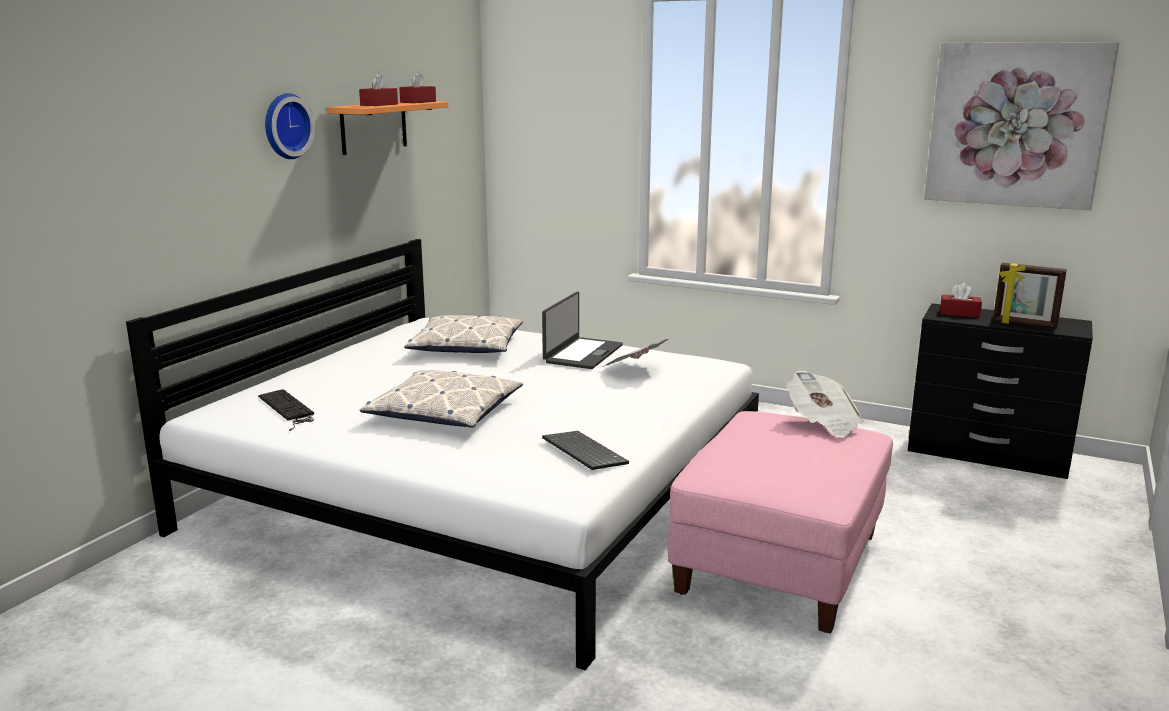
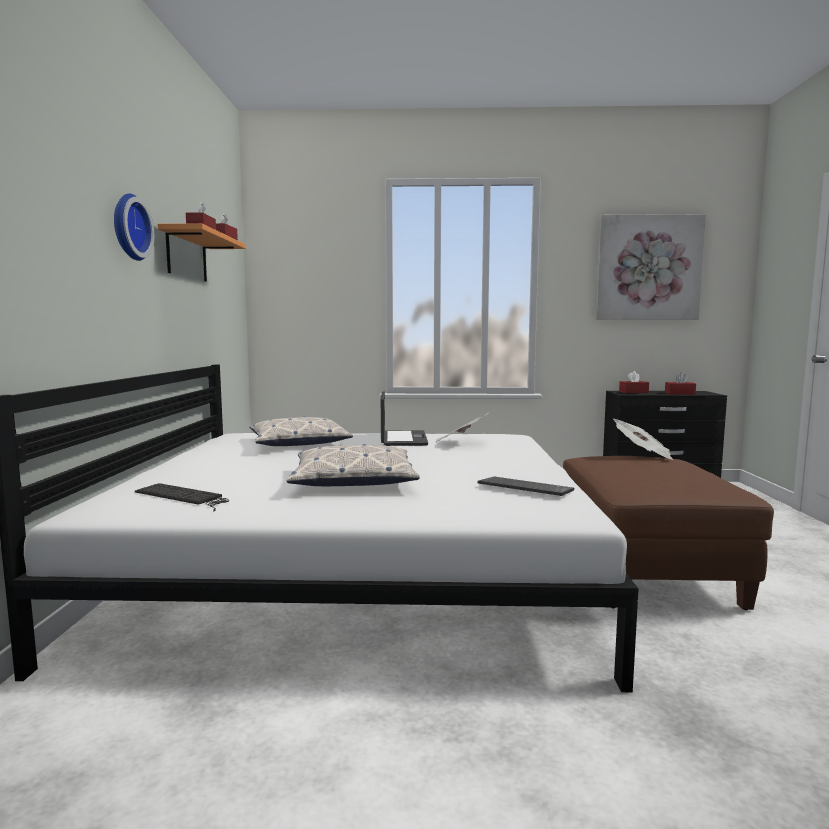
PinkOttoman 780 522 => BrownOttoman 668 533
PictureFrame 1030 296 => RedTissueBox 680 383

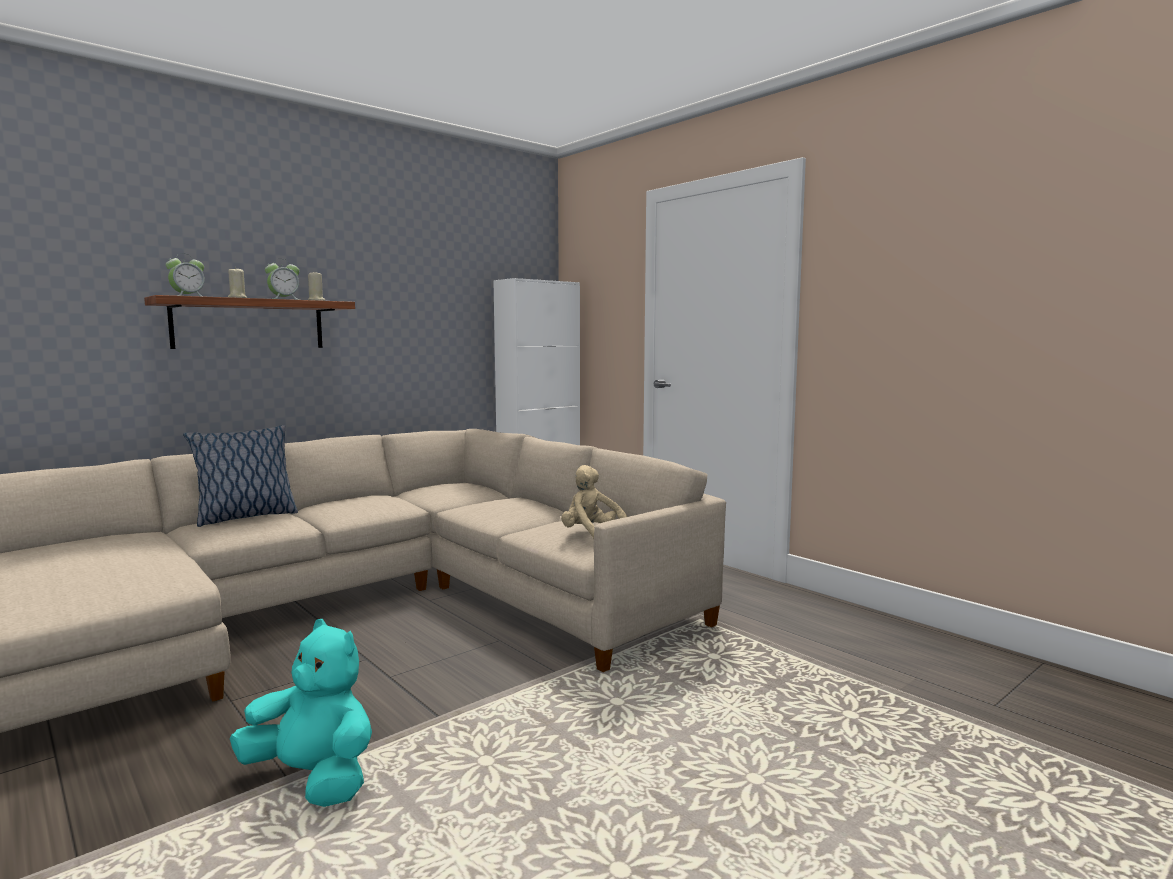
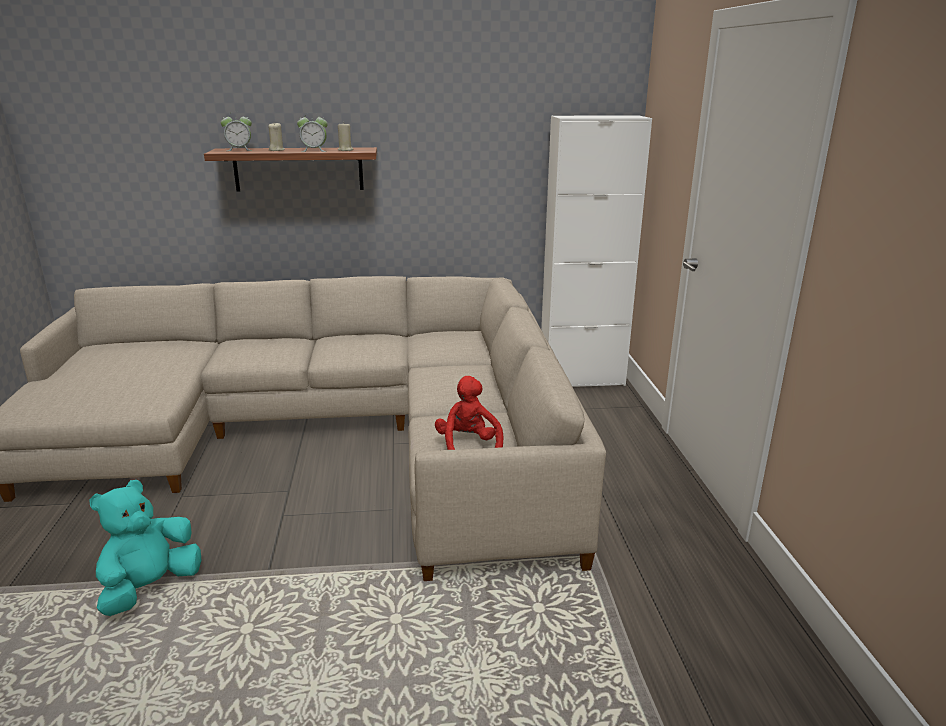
Pillow 240 476 => nothing
TurquoisePlushToy 301 713 => TurquoisePlushToy 145 548, 120 degrees counterclockwise
BeigePlushToy 594 502 => RedPlushToy 469 413

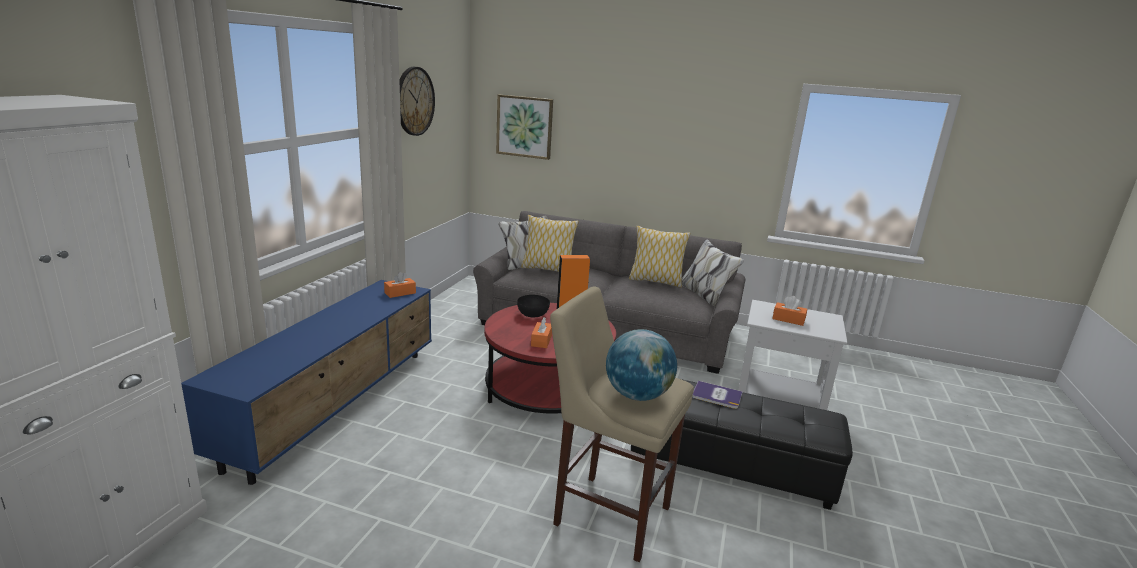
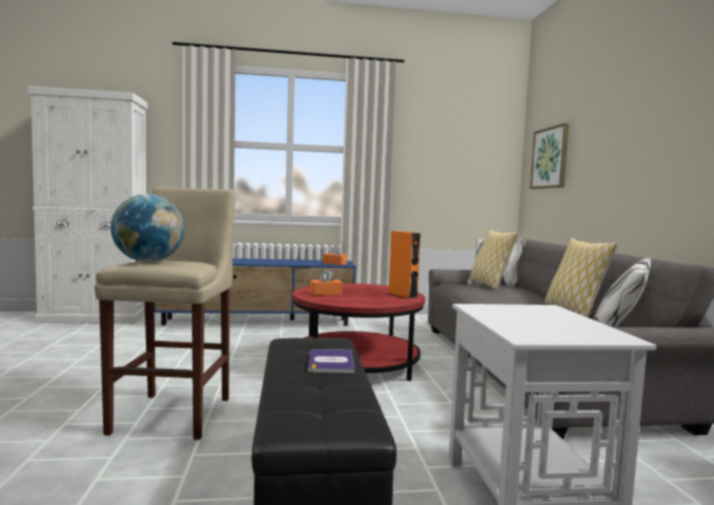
WallClock 417 101 => nothing
BlackBowl 533 306 => nothing
OrangeTissueBox 789 311 => nothing

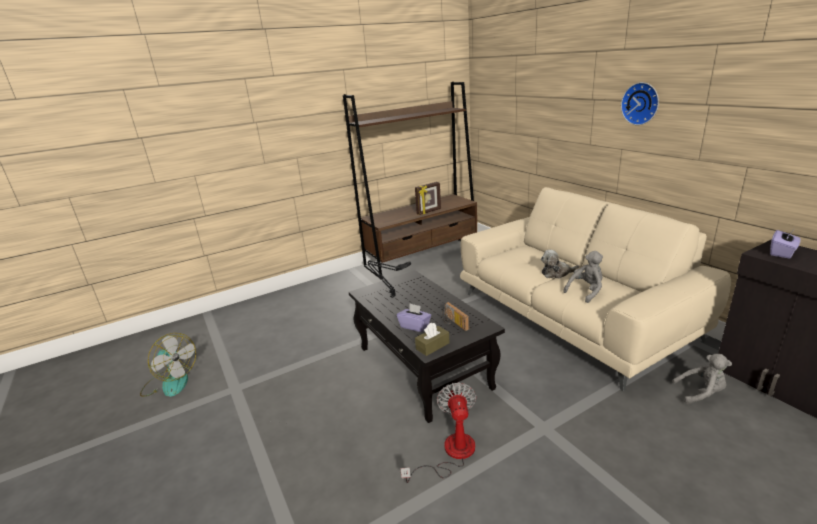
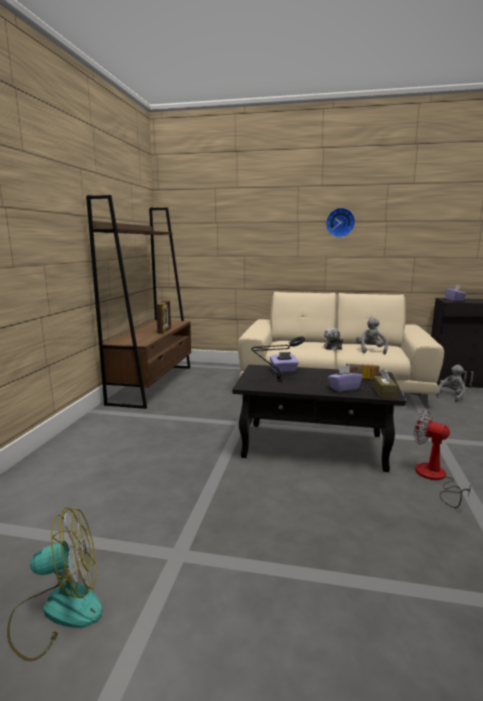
nothing => PurpleTissueBox 284 362

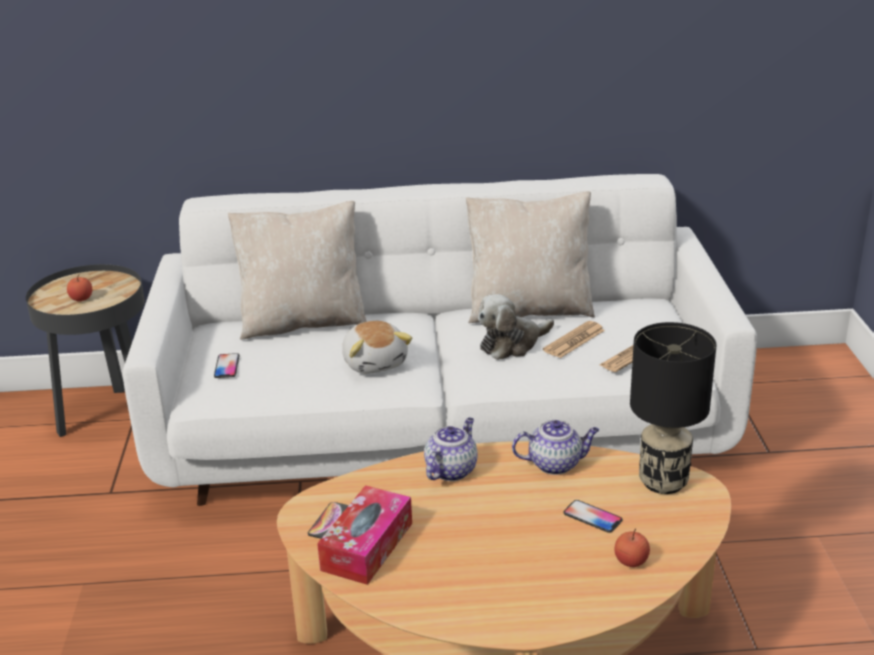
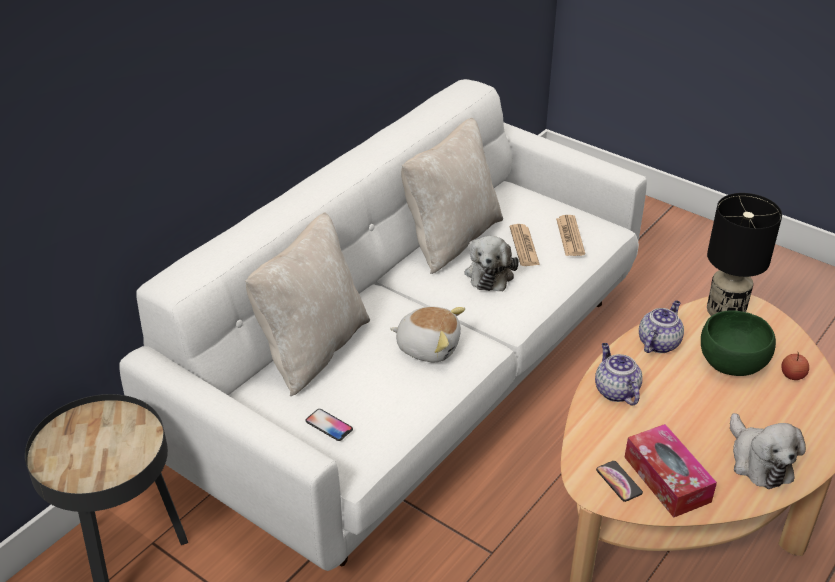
Apple 79 287 => nothing
Phone 593 516 => GreenBowl 738 343
nothing => PlushToy 768 451

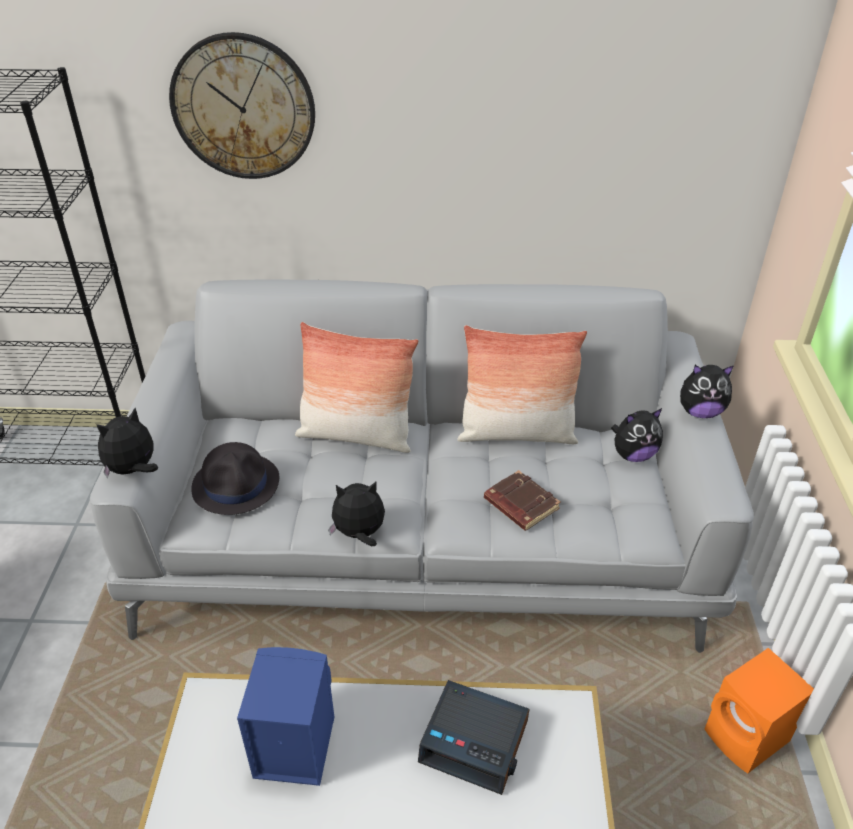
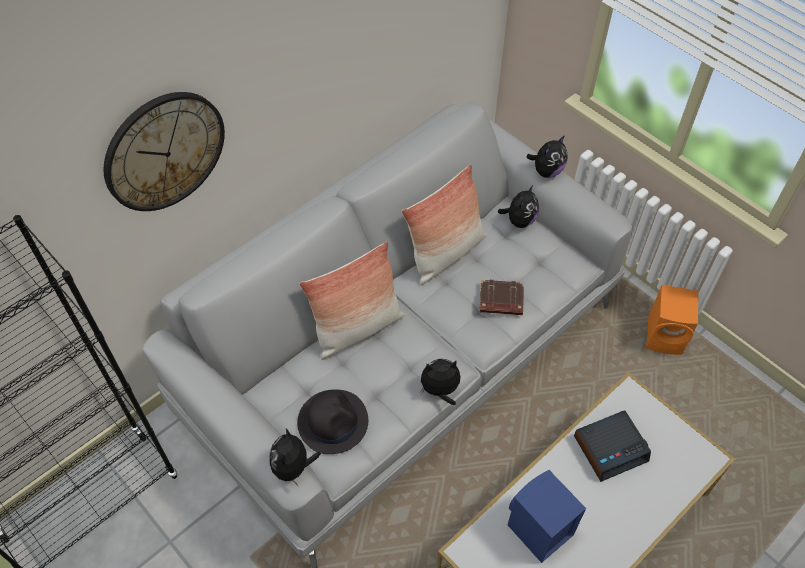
PlushToy 356 513 => PlushToy 439 382, 45 degrees clockwise

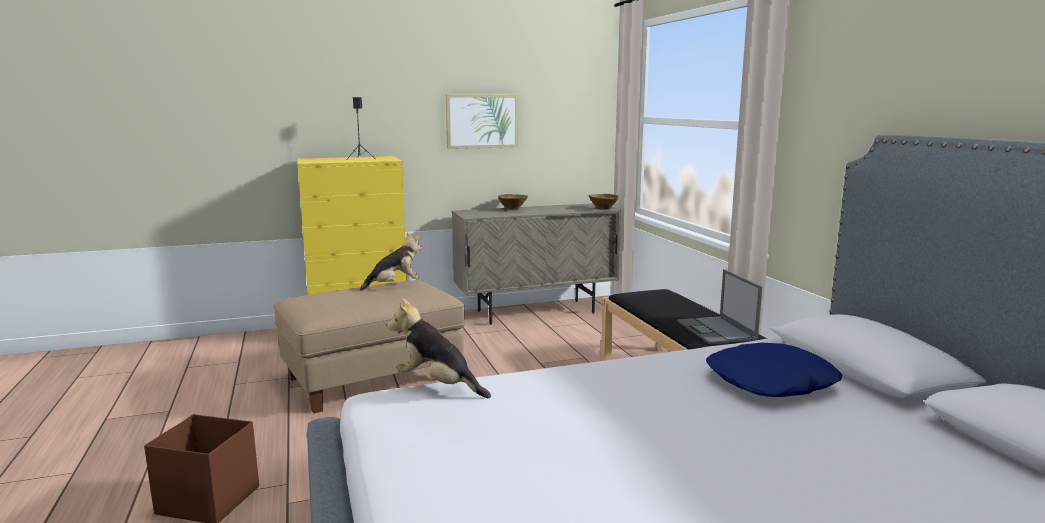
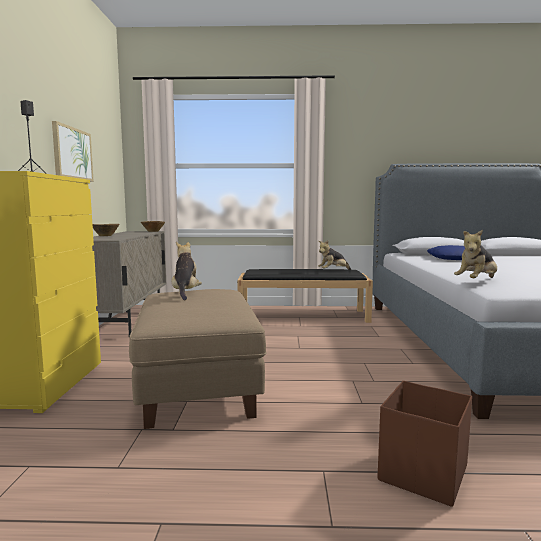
Laptop 719 306 => PlushToy 334 255

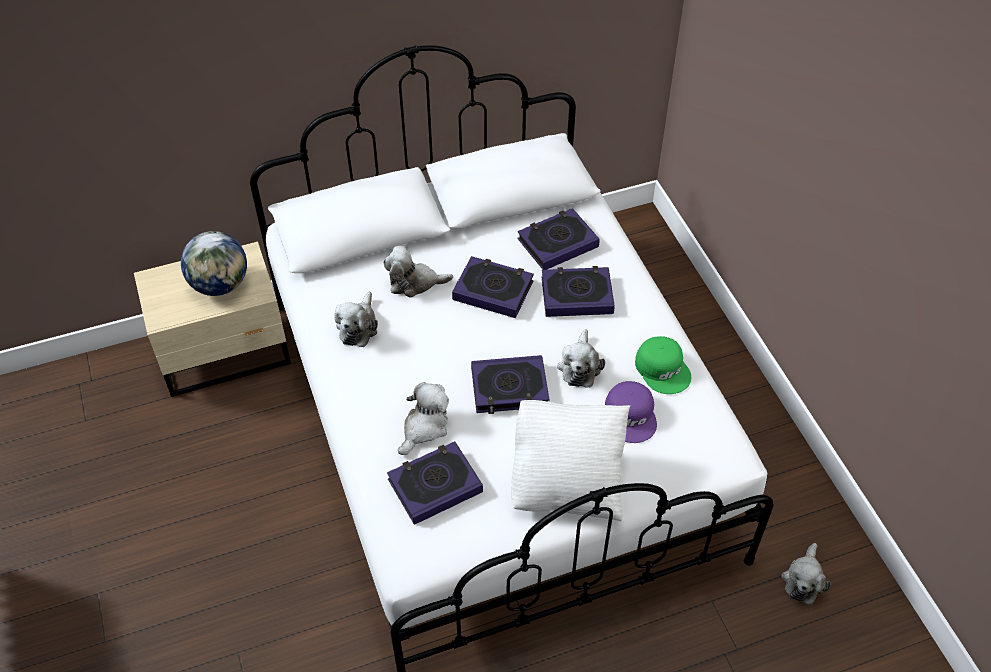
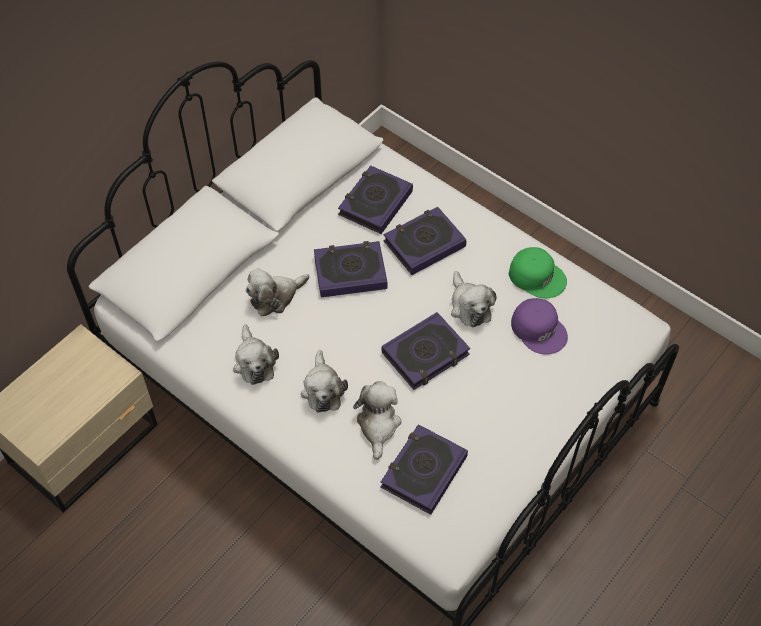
Globe 214 263 => nothing
WhitePillow 570 460 => nothing
PlushToy 806 574 => PlushToy 324 381, shifted

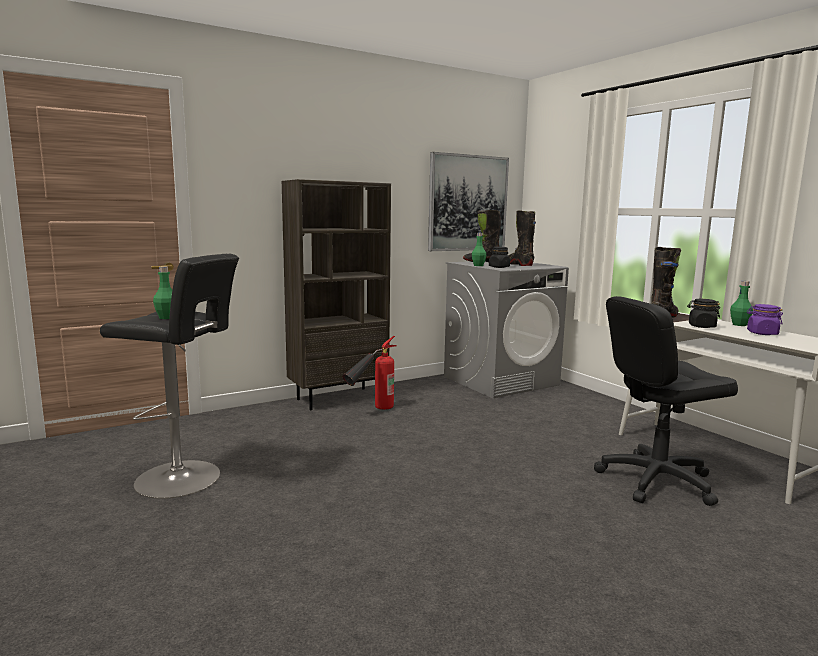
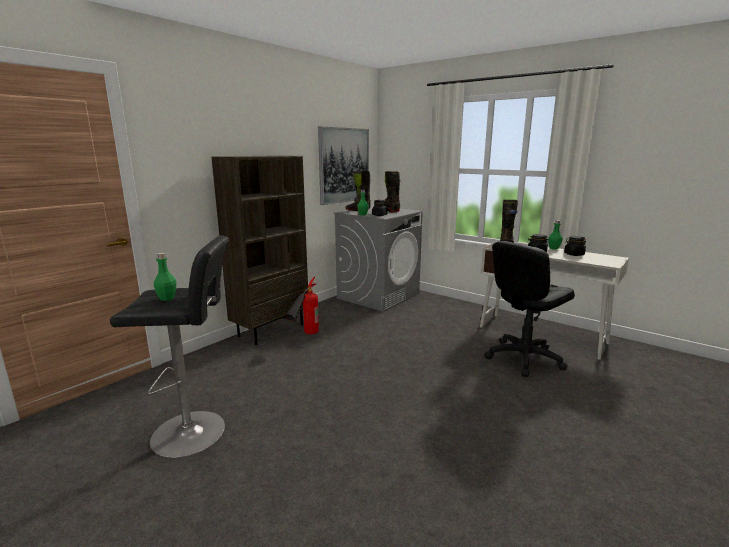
PurpleJar 765 319 => BlackJar 575 246

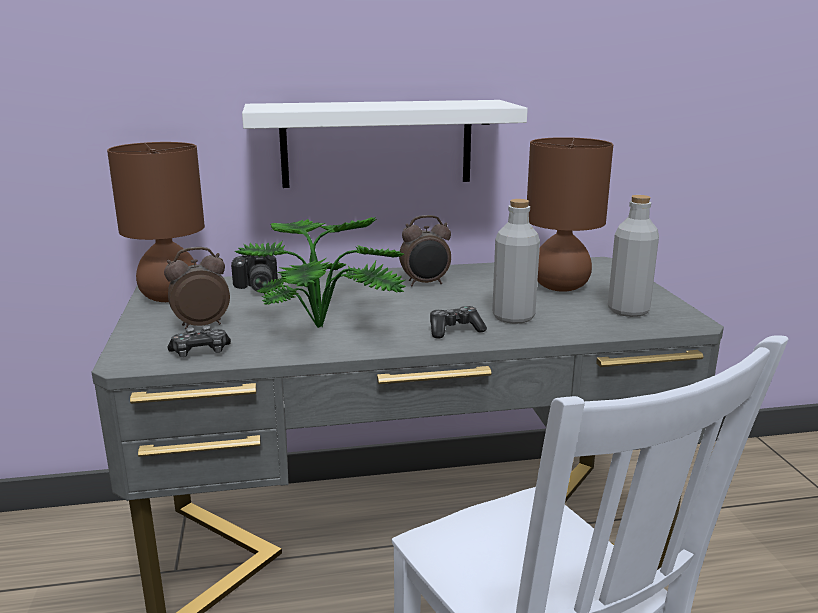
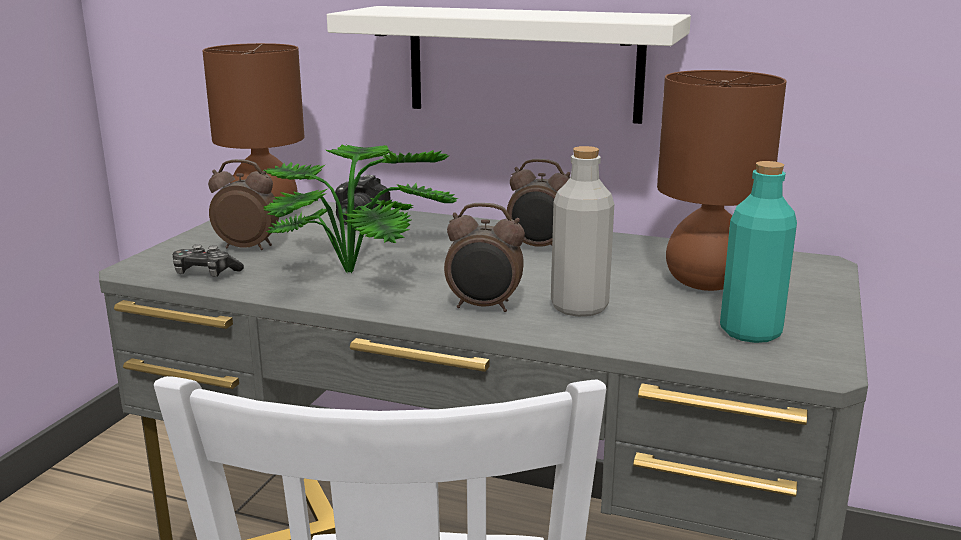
GameController 458 322 => AlarmClock 484 257
GreyBottle 633 256 => TurquoiseBottle 758 252

